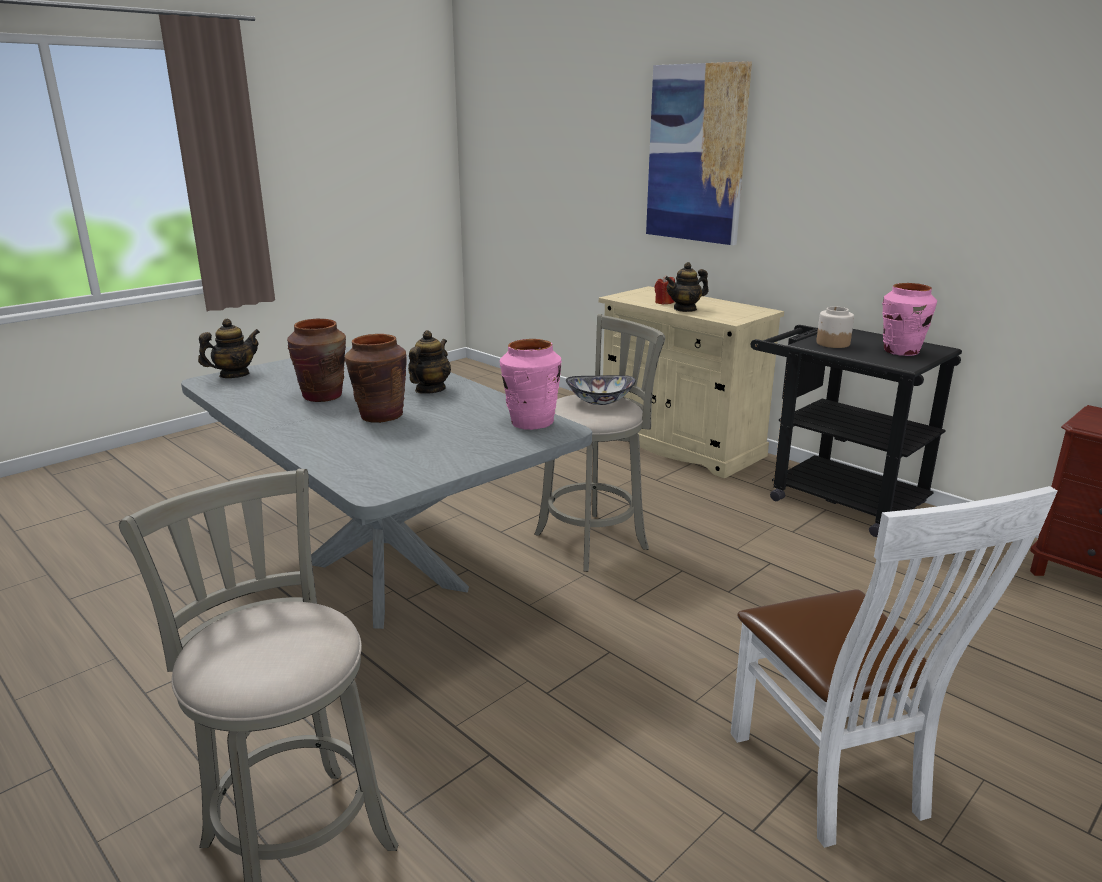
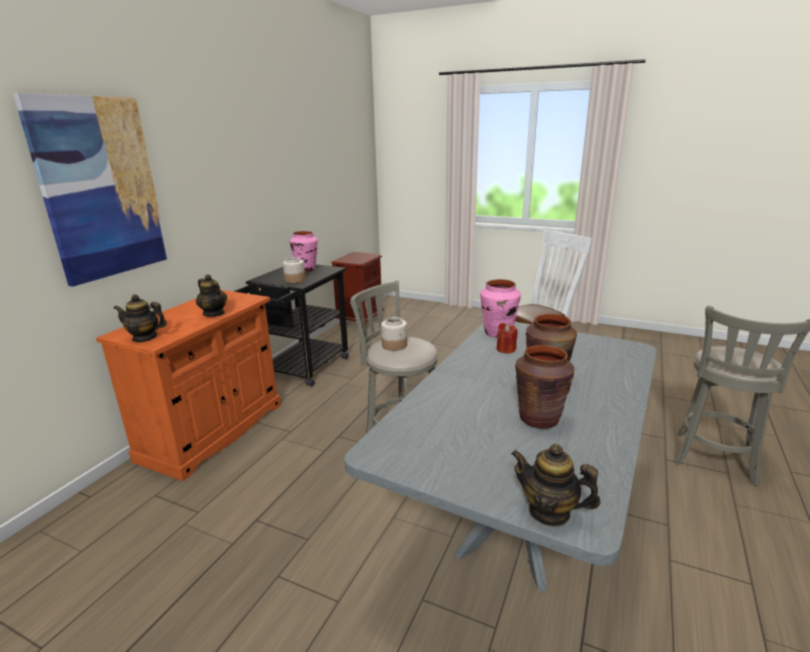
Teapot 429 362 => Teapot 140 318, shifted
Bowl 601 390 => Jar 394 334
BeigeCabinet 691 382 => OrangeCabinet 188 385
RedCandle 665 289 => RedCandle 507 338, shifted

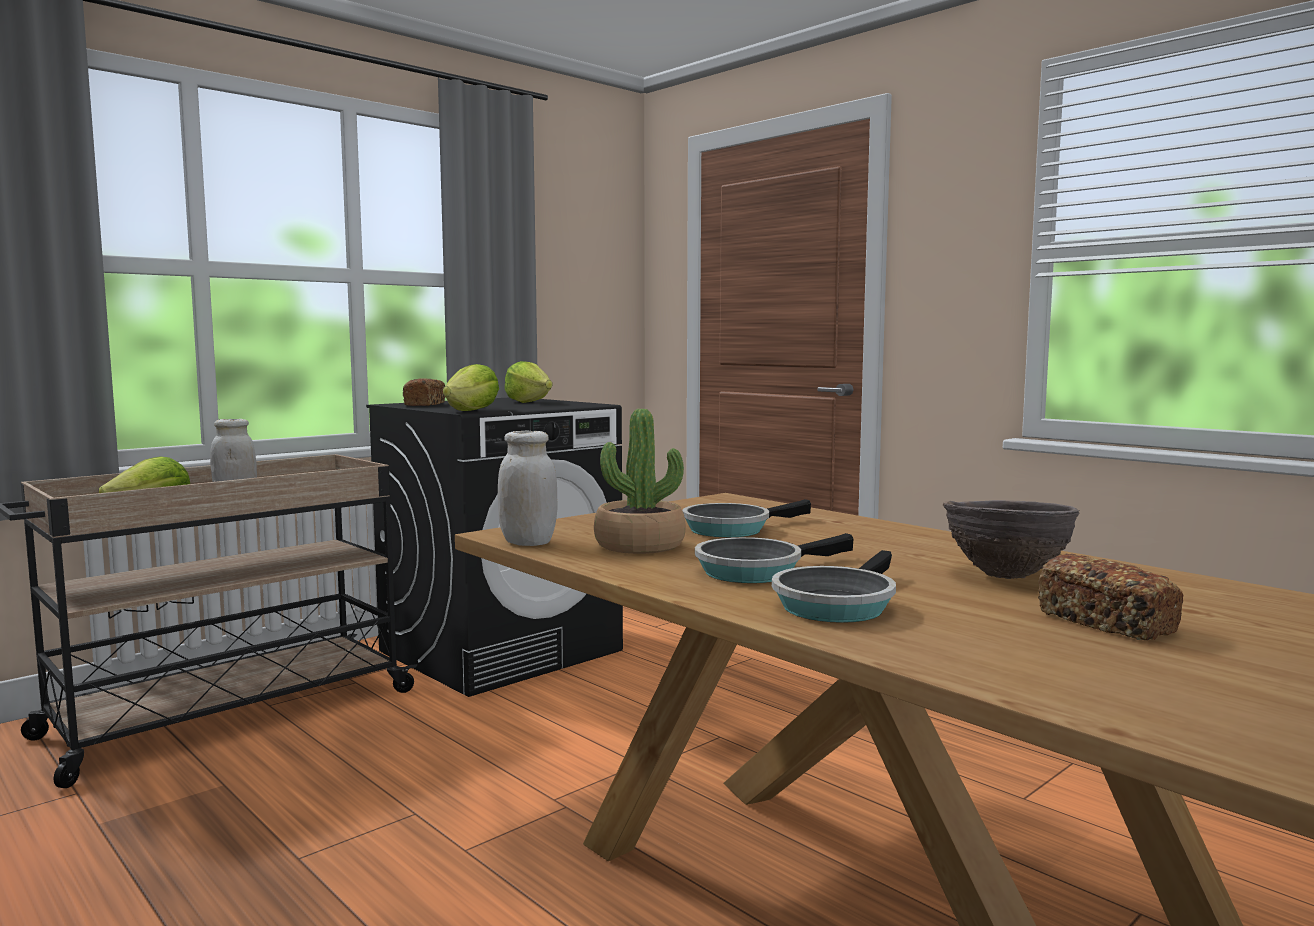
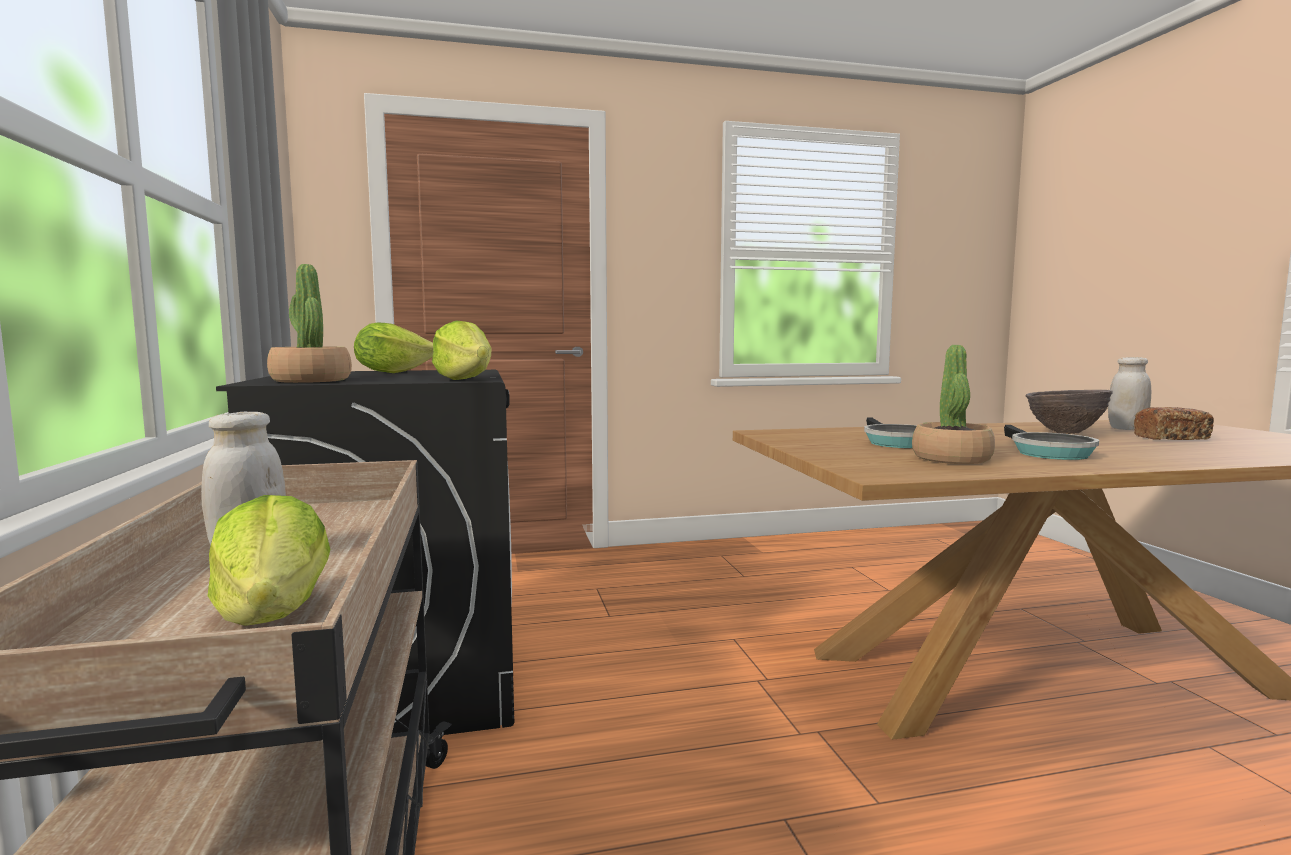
Bread 424 392 => PottedPlant 309 323
WhiteJar 528 488 => WhiteJar 1129 393, shifted
FryingPan 834 586 => nothing

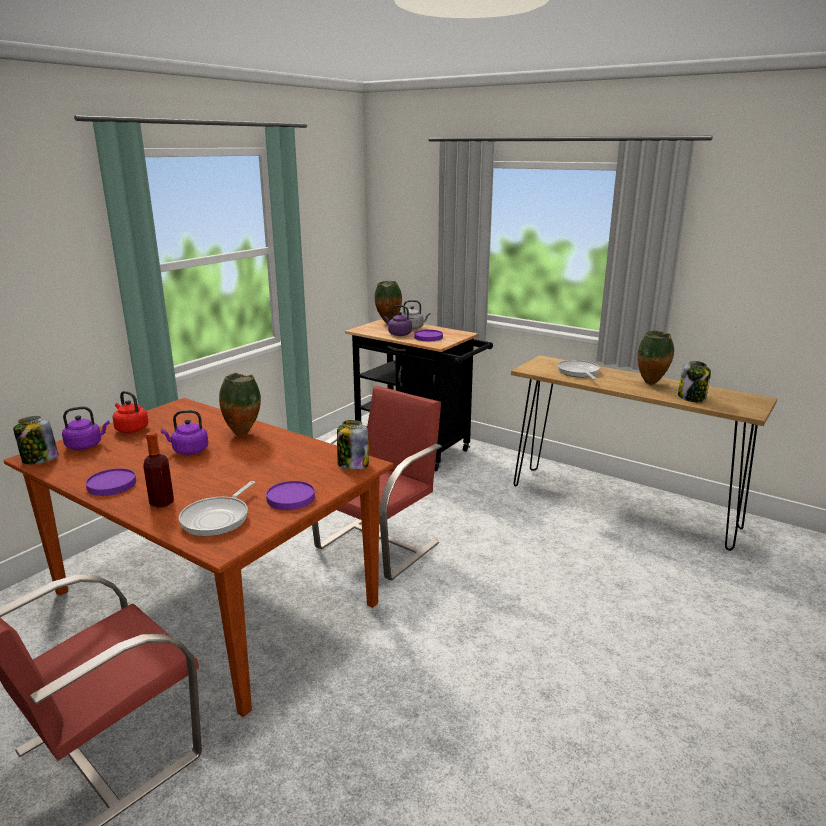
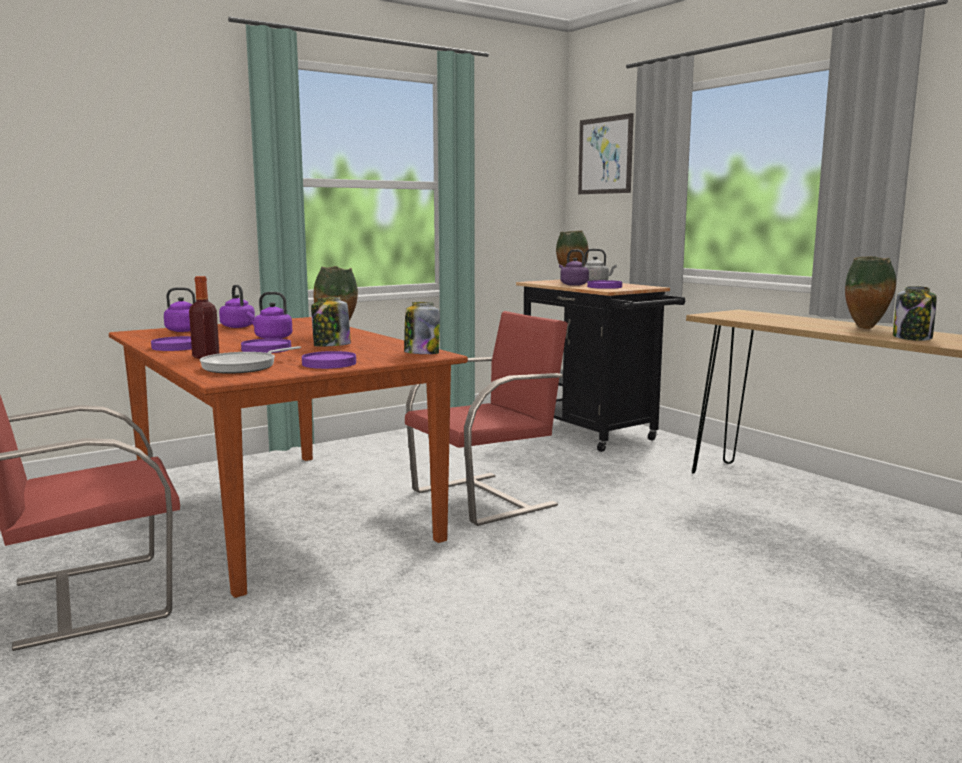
Jar 36 440 => Jar 331 322, shifted
RedKettle 130 412 => PurpleKettle 237 306
FryingPan 578 370 => nothing
nothing => PurplePlate 266 345
nothing => Picture 606 153

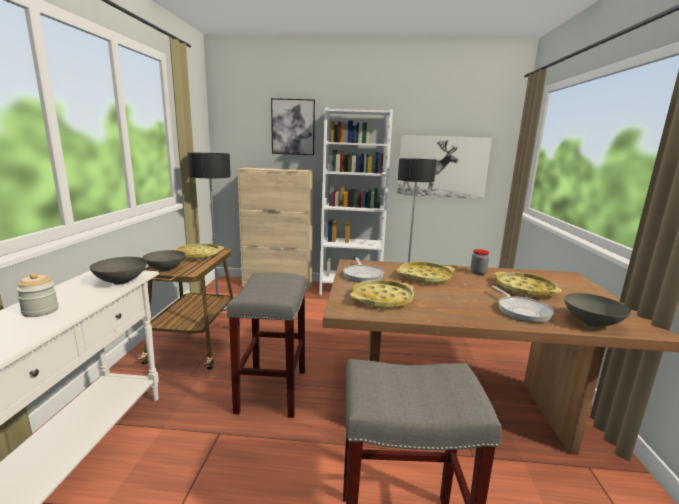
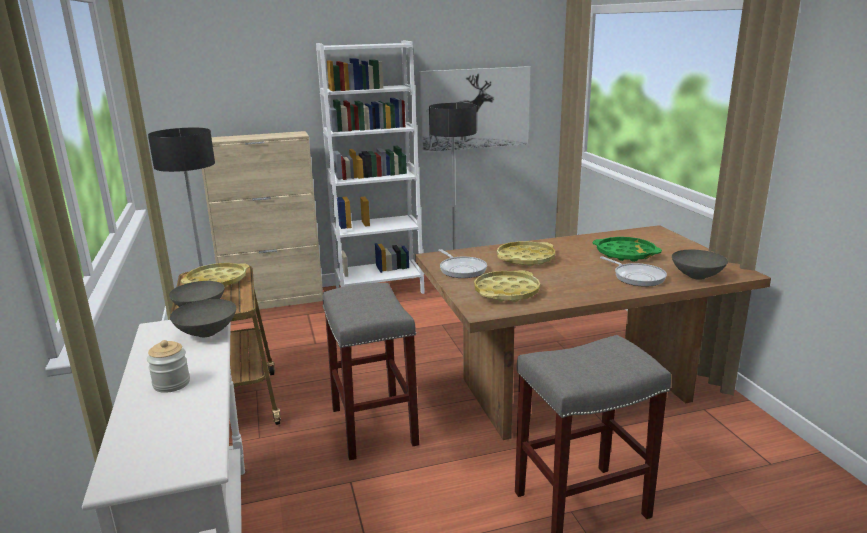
Picture 293 126 => nothing
Jar 479 262 => nothing
YellowTray 528 284 => GreenTray 627 249

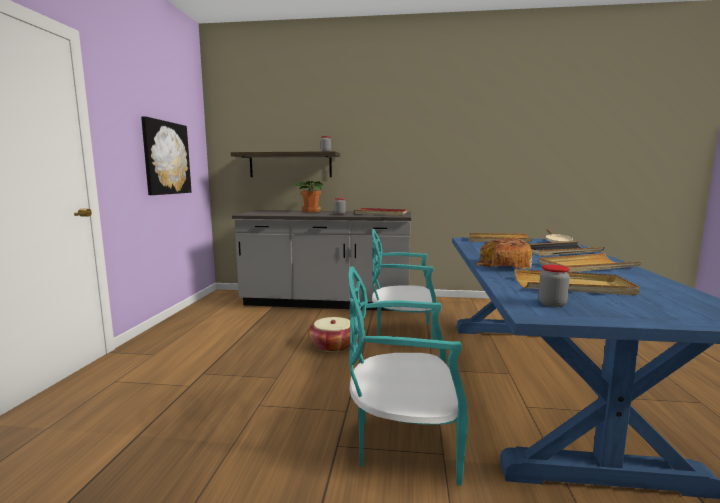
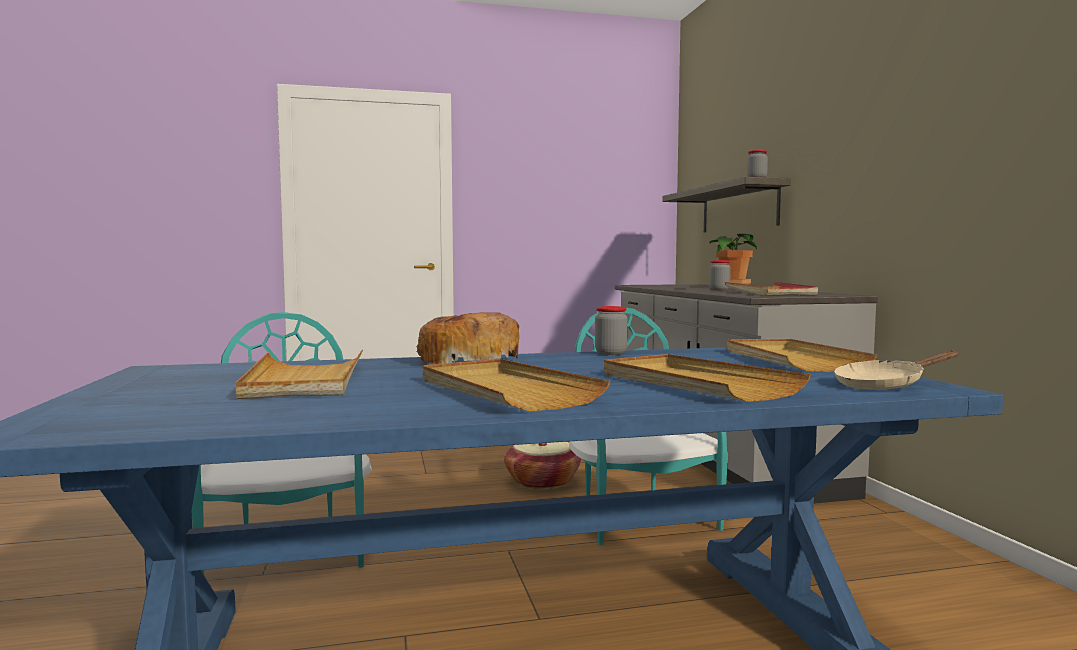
Picture 166 155 => nothing
BlackTray 567 248 => BeigeTray 707 378
Jar 554 286 => Jar 611 330, shifted

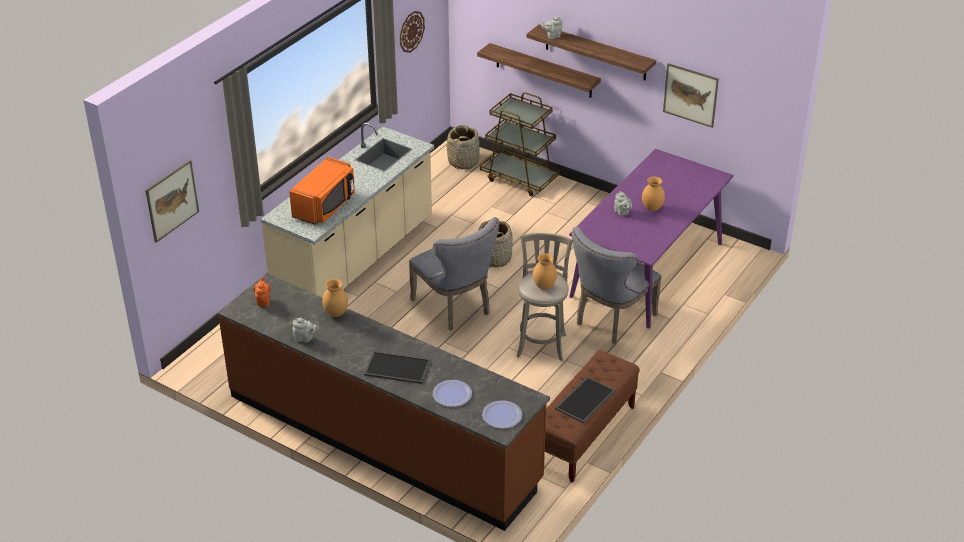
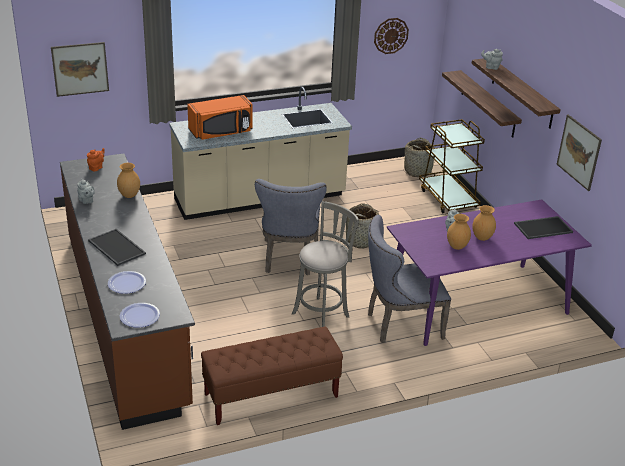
BrownVase 545 271 => BrownVase 459 232, shifted
Tray 585 399 => Tray 543 227, shifted

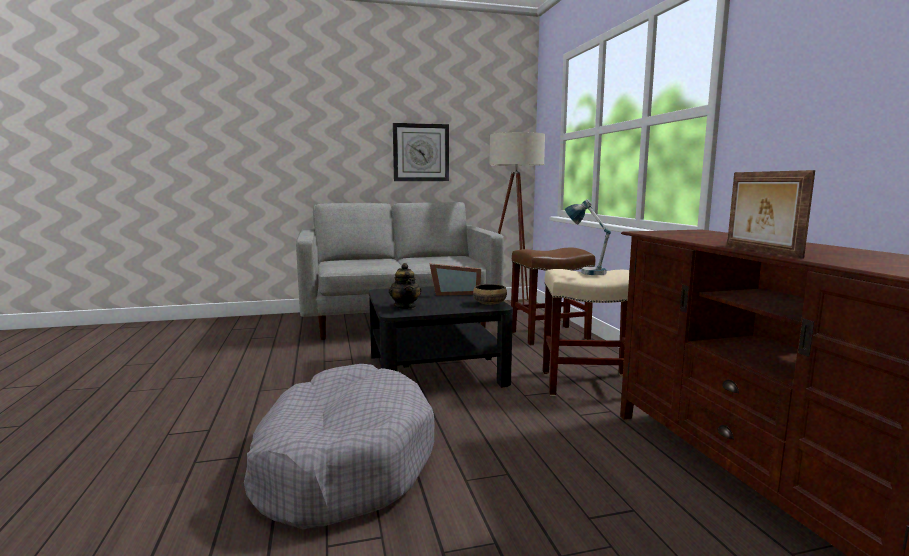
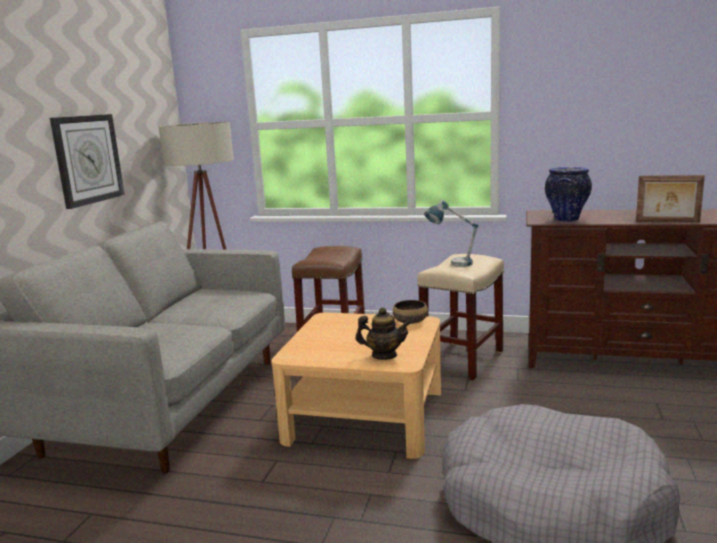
BlackCoffeeTable 441 337 => BeigeCoffeeTable 356 386
PictureFrame 455 279 => nothing
nothing => Vase 568 194

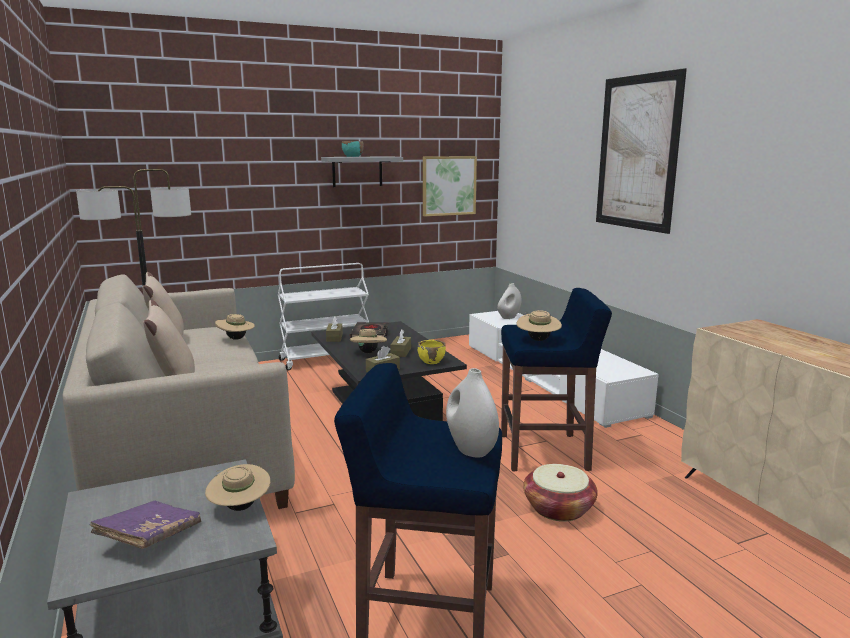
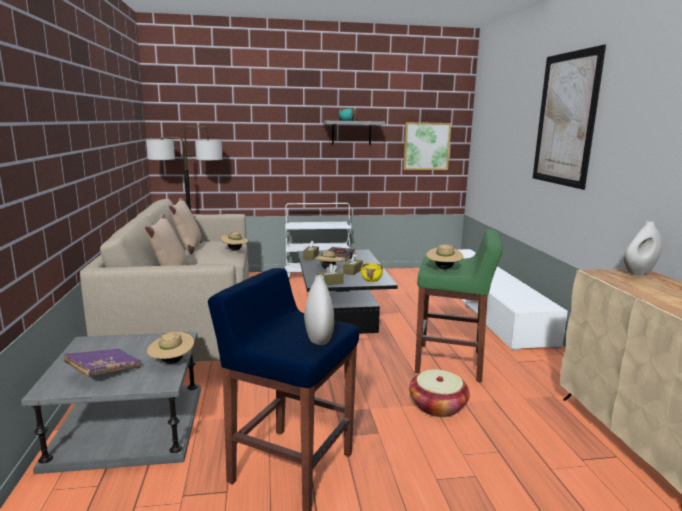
WhiteVase 509 301 => WhiteVase 642 248, shifted
BlueStool 556 380 => GreenStool 459 306

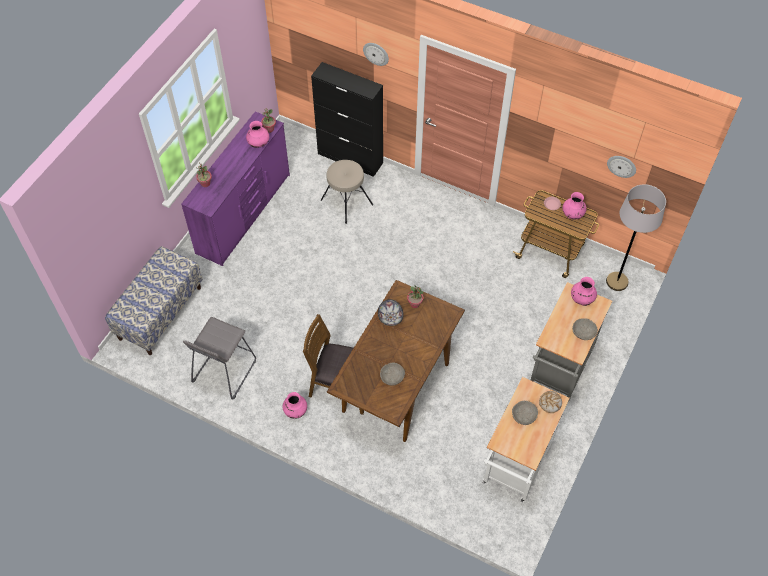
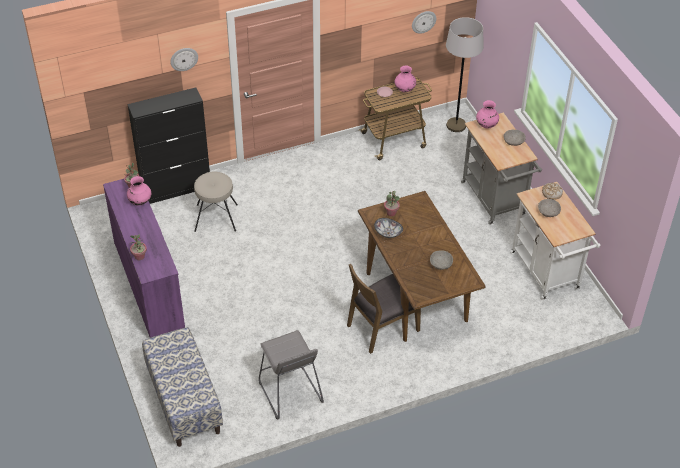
PinkVase 294 405 => nothing

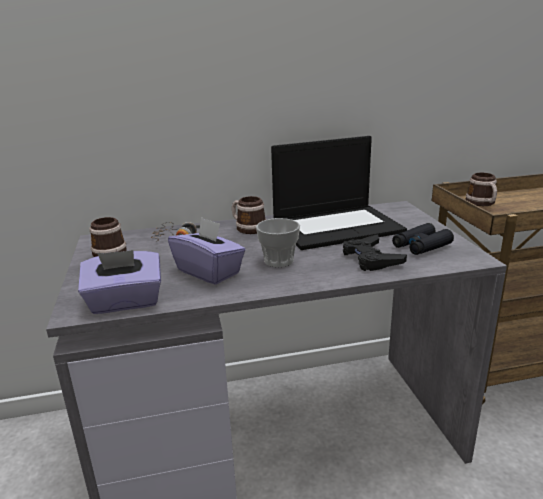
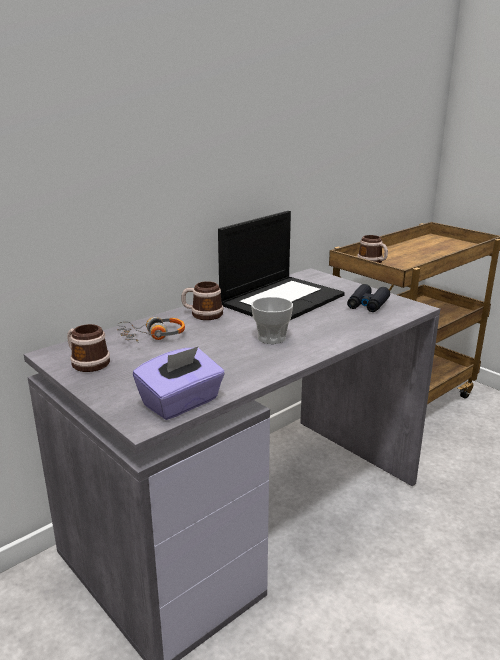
PurpleTissueBox 207 251 => nothing
BlackGameController 375 252 => nothing

